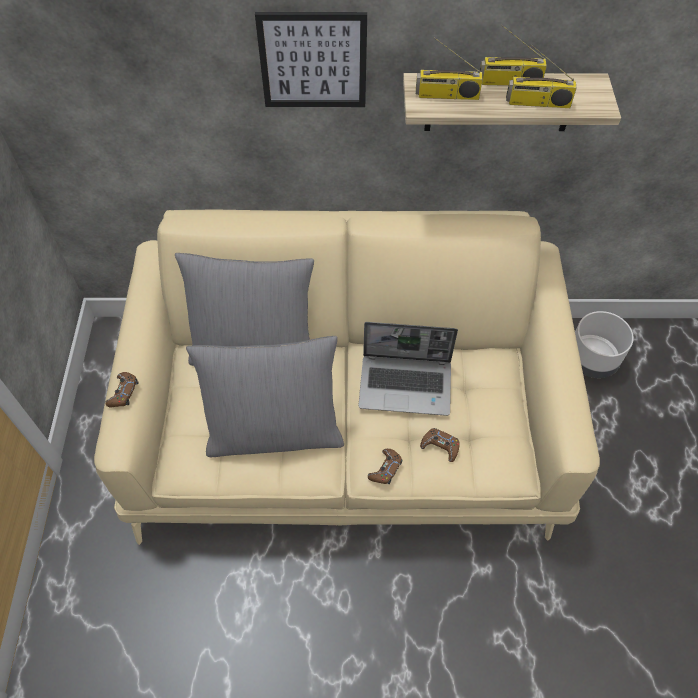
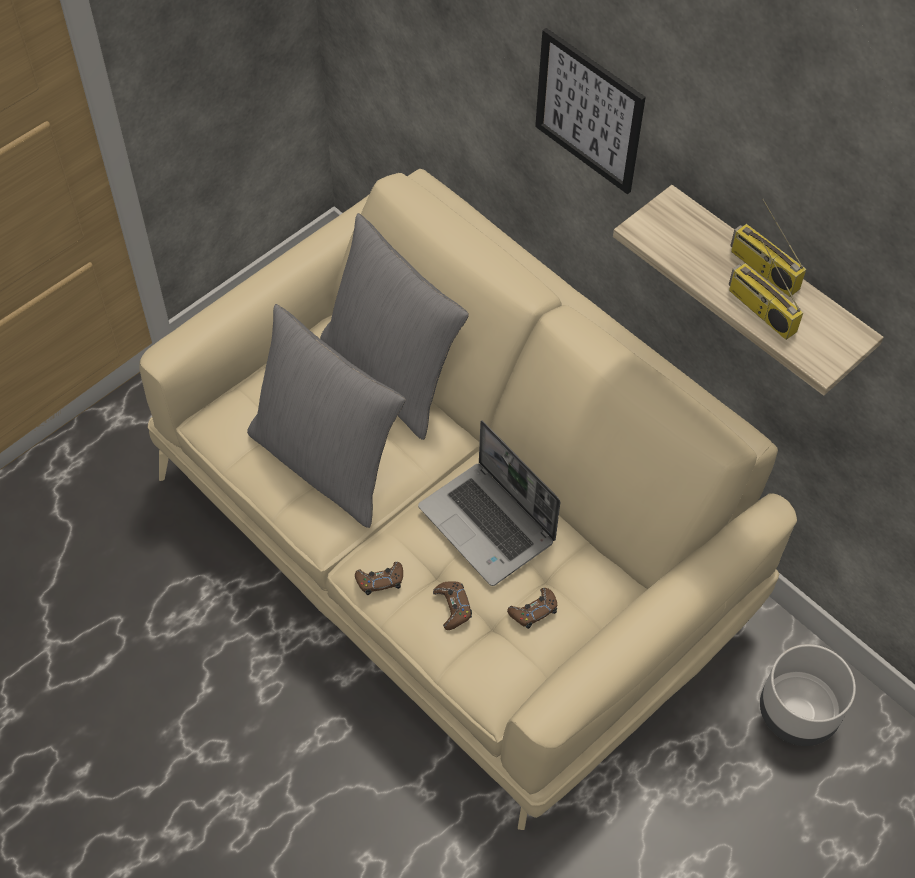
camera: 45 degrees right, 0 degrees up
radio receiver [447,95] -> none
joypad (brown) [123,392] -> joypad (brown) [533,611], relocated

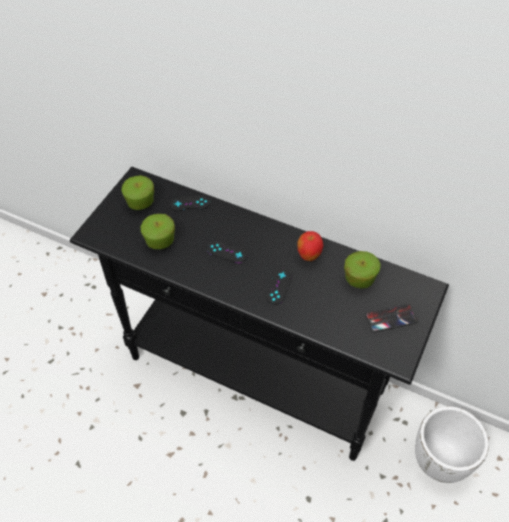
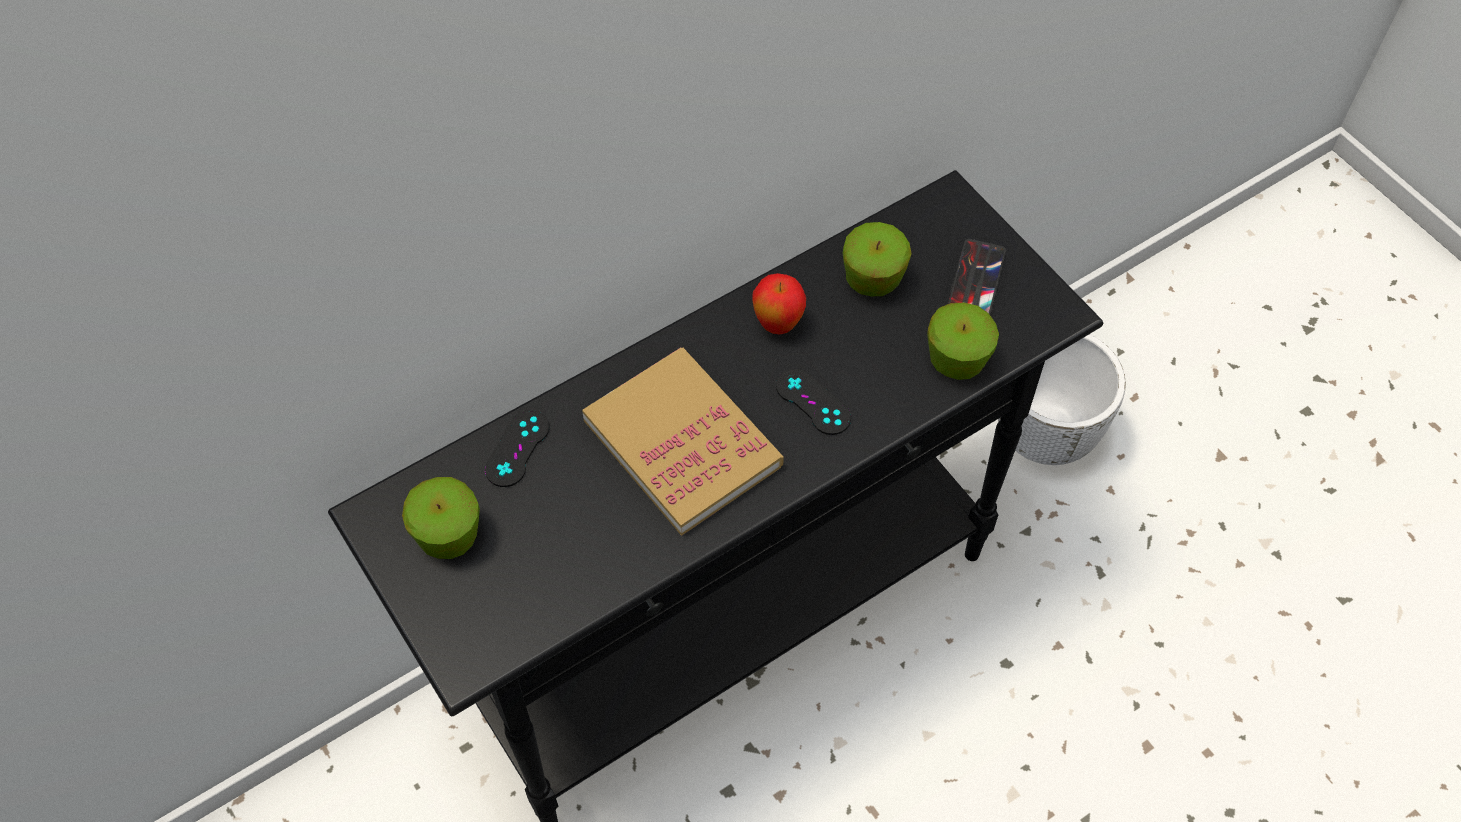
camera: 60 degrees left, 5 degrees up
apple [160,241] -> apple [957,359], relocated
joypad (black-coloured) [227,252] -> book [682,443]

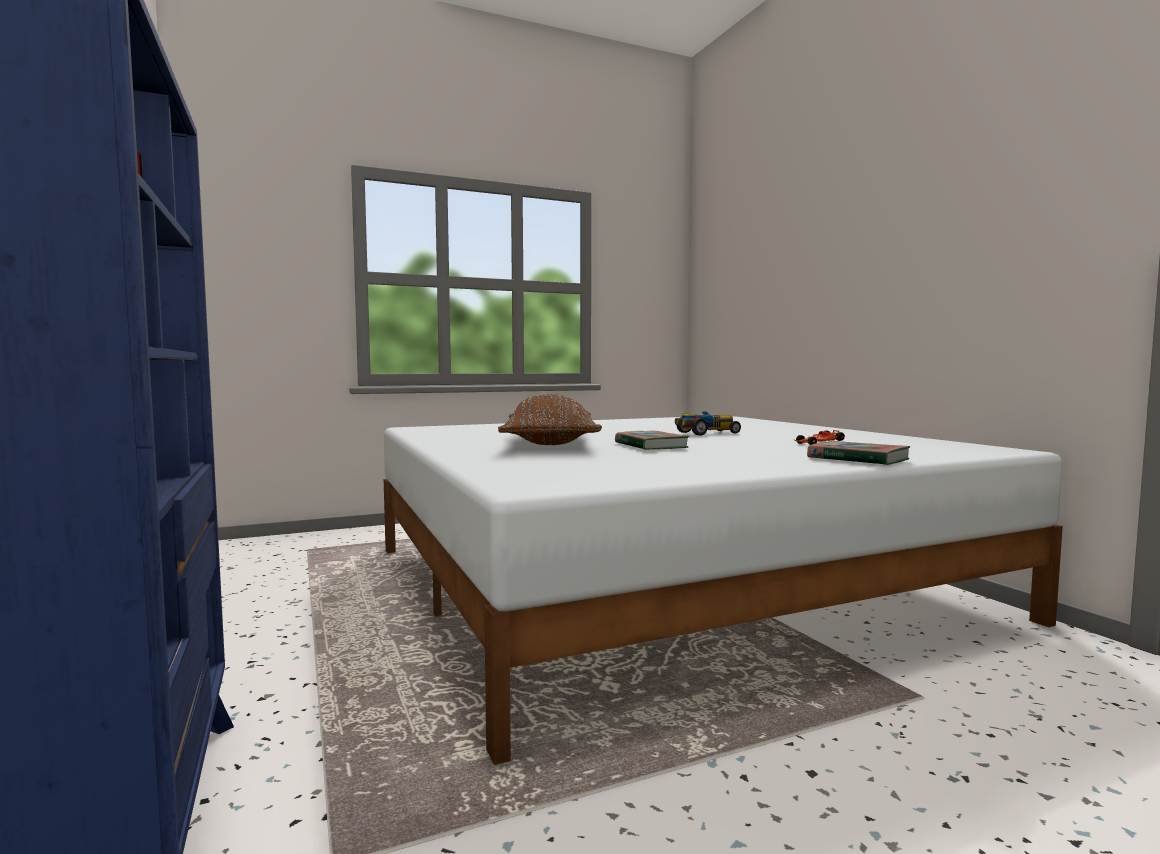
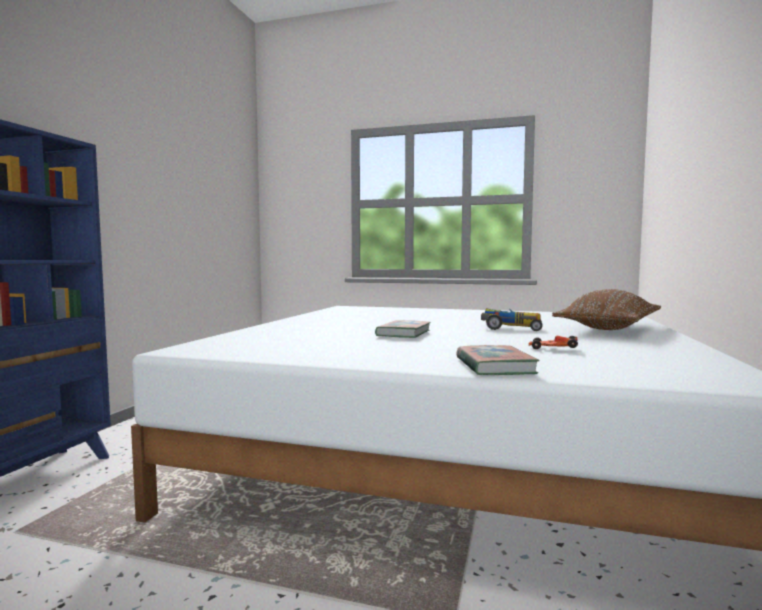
camera: 40 degrees right, 0 degrees up
cushion (brown) [550,443] -> cushion (brown) [608,328], relocated

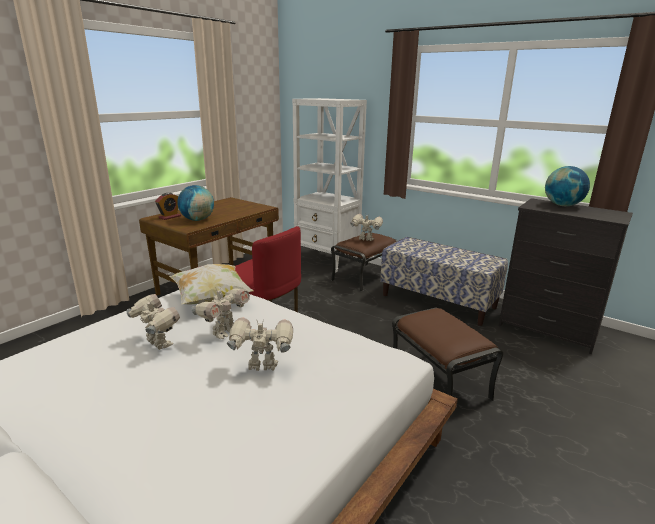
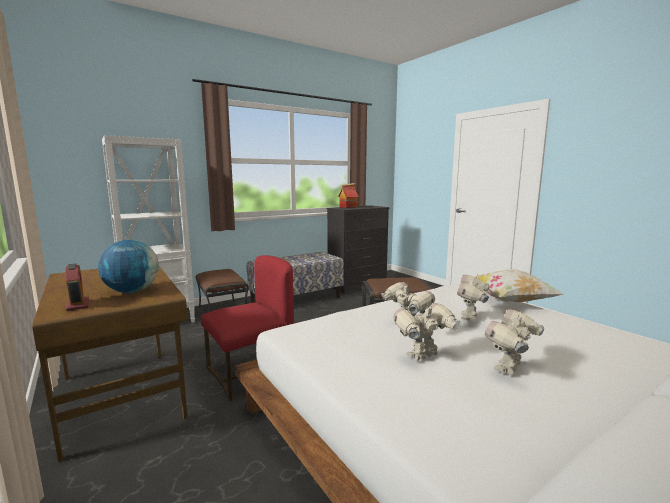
camera: 70 degrees left, 10 degrees down
cushion [211,299] -> cushion [511,301], relocated
model robot [366,240] -> model robot [510,368], relocated
globe [562,205] -> miniature house [348,207]

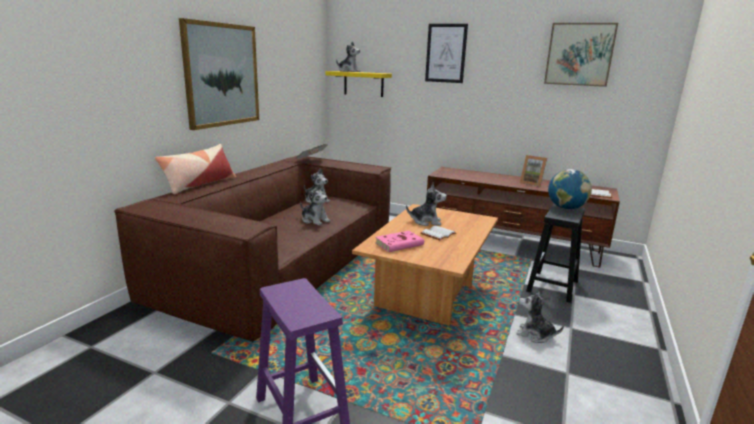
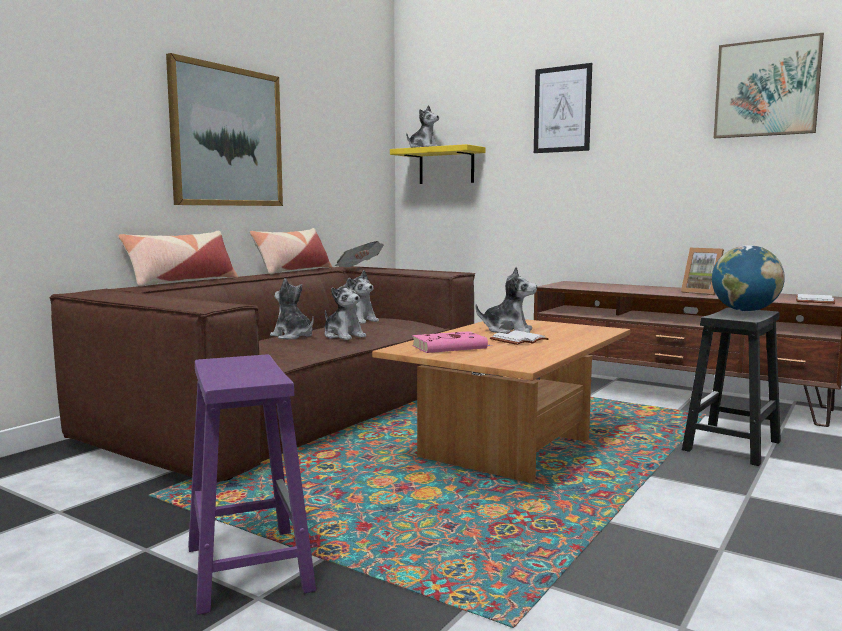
camera: 10 degrees right, 10 degrees down
none -> cushion [293,271]
soft toy [535,335] -> soft toy [293,336], relocated

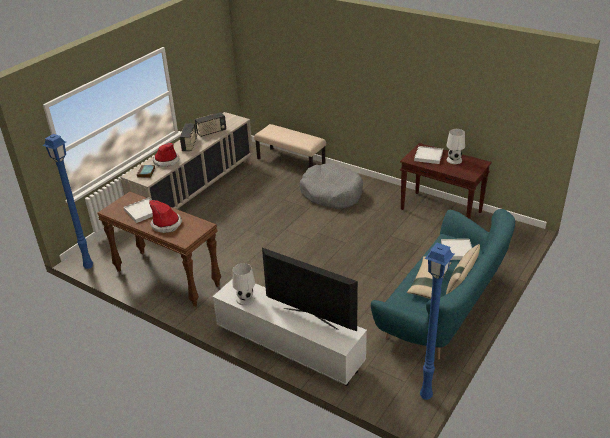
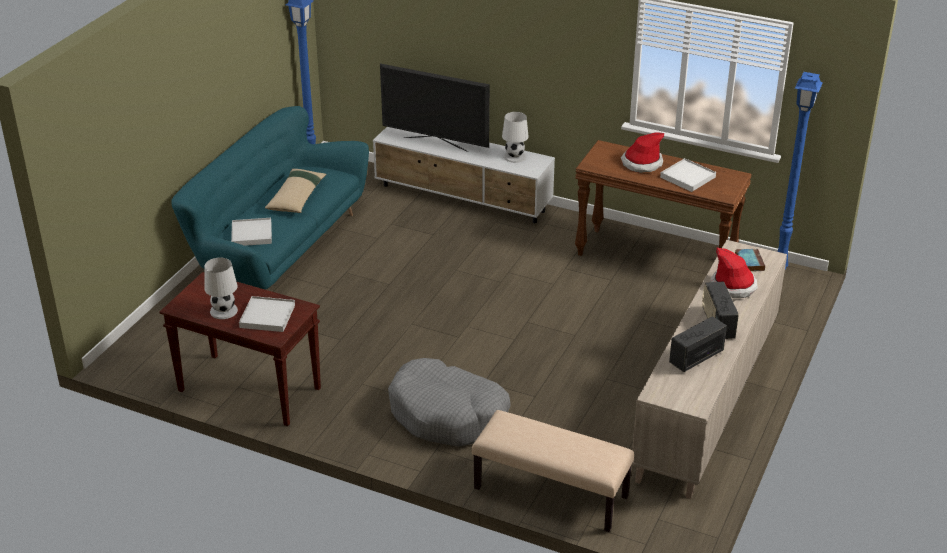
camera: 170 degrees right, 0 degrees up
cushion (beige) [461,281] -> none

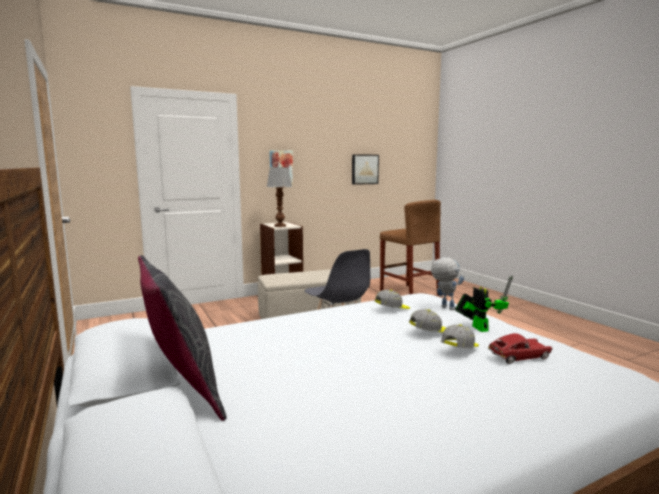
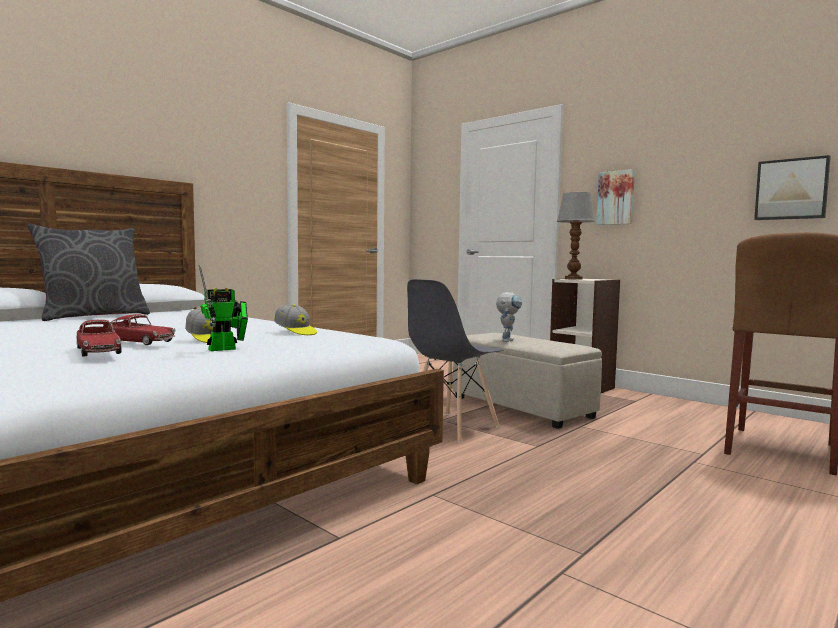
camera: 70 degrees right, 5 degrees down
model robot [444,307] -> model robot [507,340], relocated
peaked cap [460,349] -> toy car [139,341]

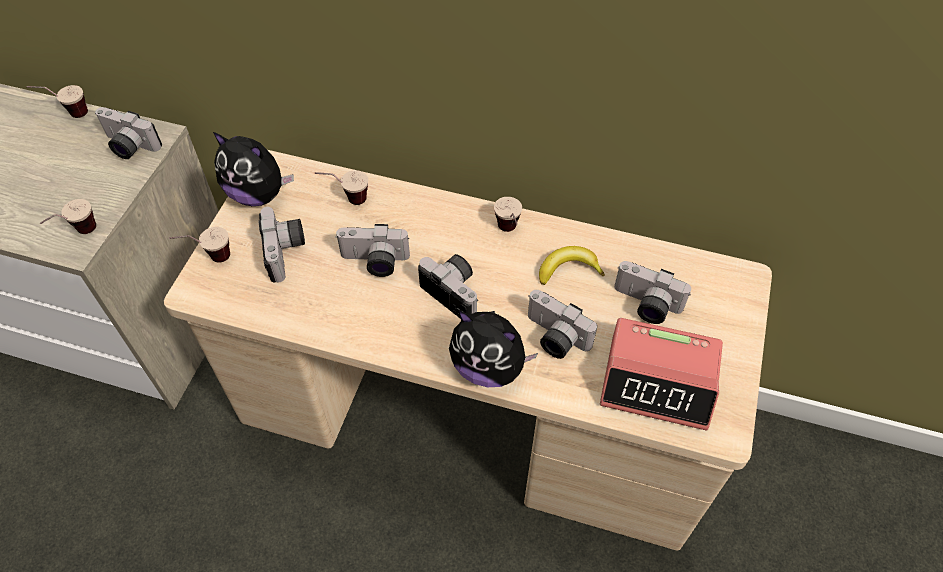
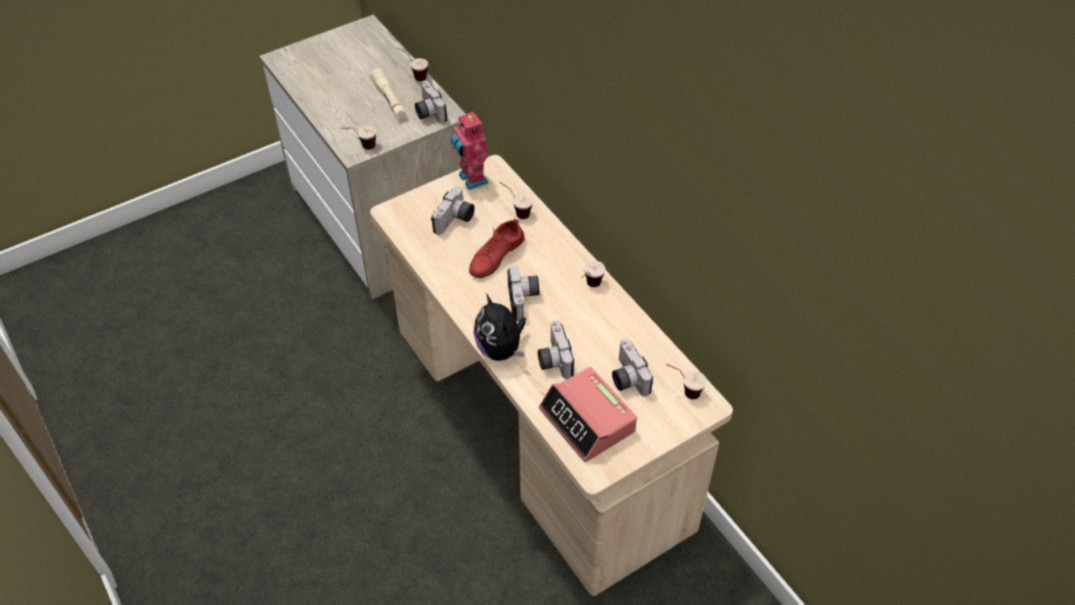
camera: 40 degrees right, 5 degrees down
banana fruit [568,269] -> none
none -> torch (beige) [389,99]
small cup [209,259] -> small cup [683,391], relocated
soft toy [258,194] -> model robot [471,179]
photo camera [374,263] -> shoe (red) [496,256]

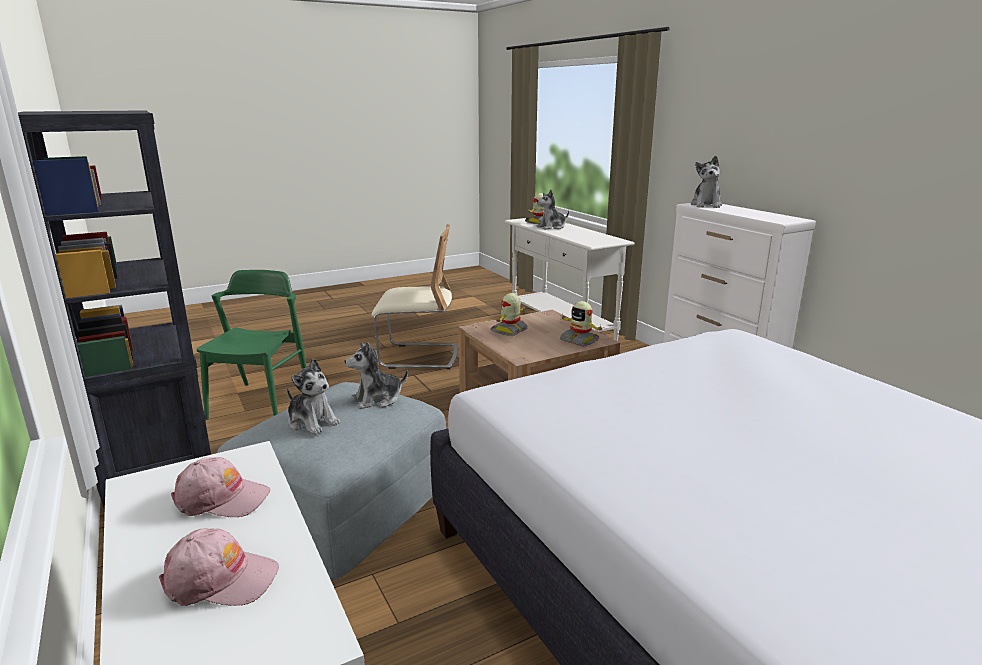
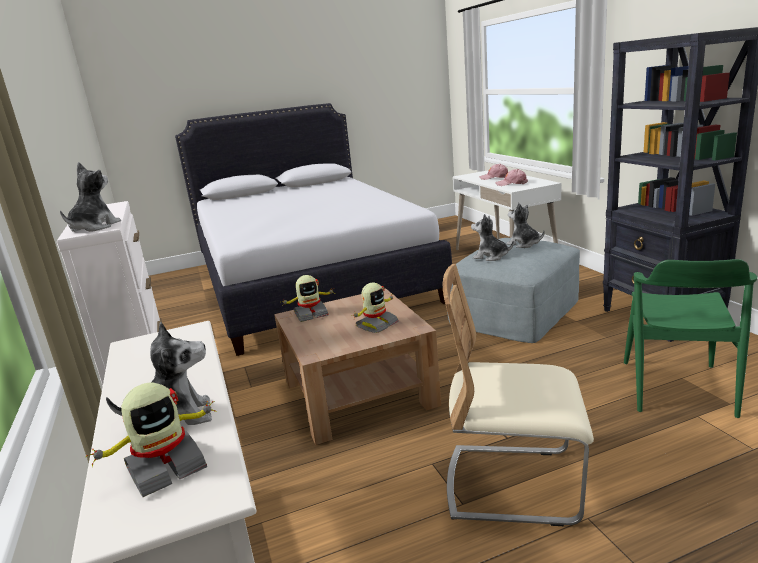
camera: 170 degrees left, 0 degrees up
soft toy [377,399] -> soft toy [490,257], 135 degrees counterclockwise
model robot [579,340] -> model robot [311,314], 105 degrees clockwise

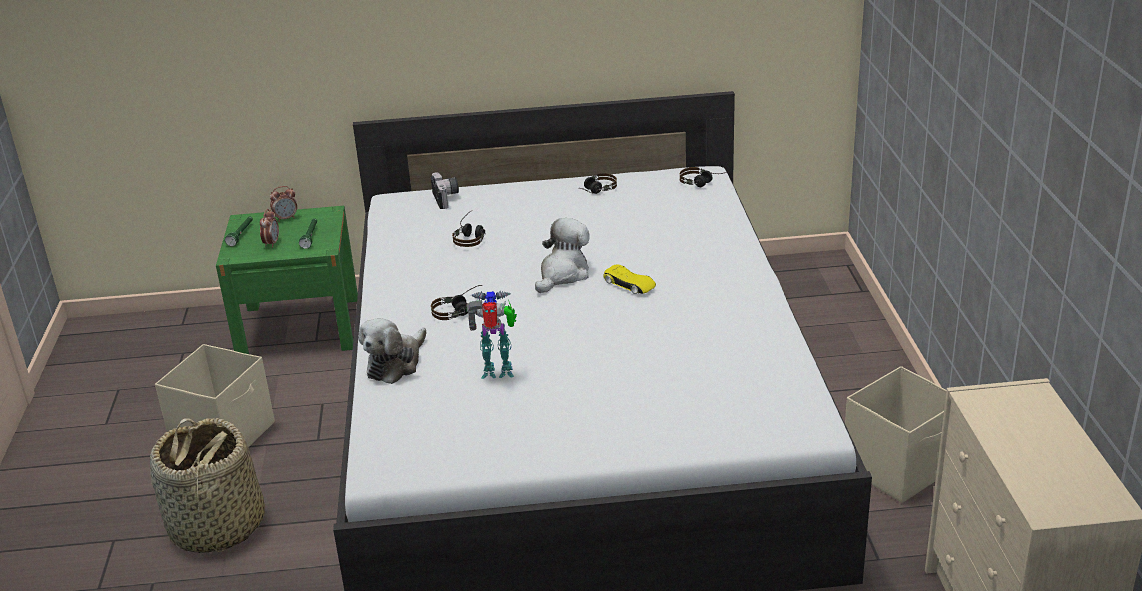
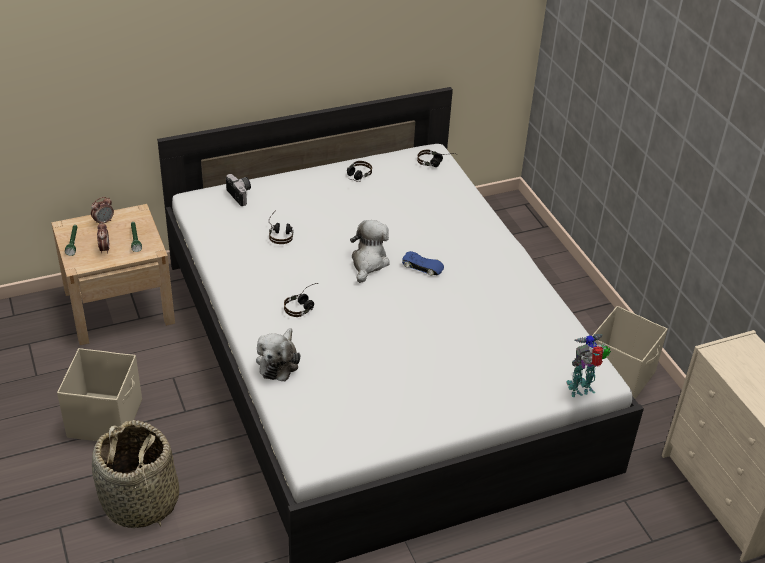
camera: 20 degrees left, 10 degrees up
model robot [499,372] -> model robot [582,389], relocated
night table (green) [299,327] -> night table (beige) [119,306]
toy car (yellow-coloured) [629,284] -> toy car (blue-coloured) [422,267]

